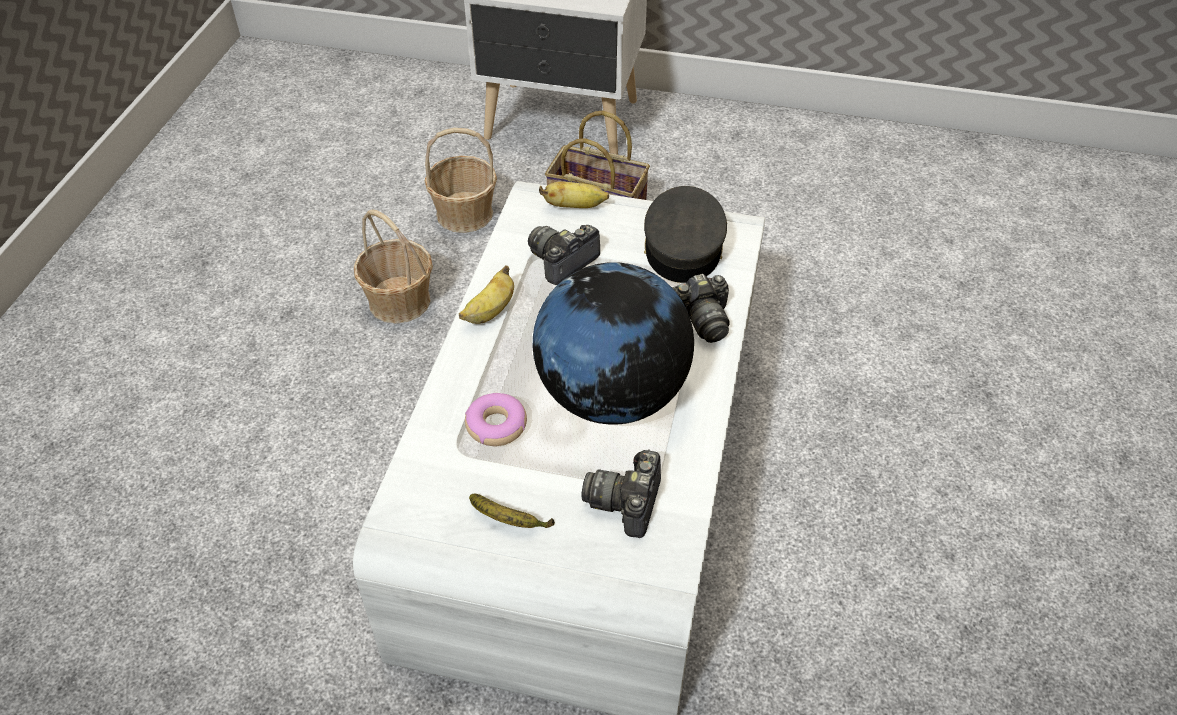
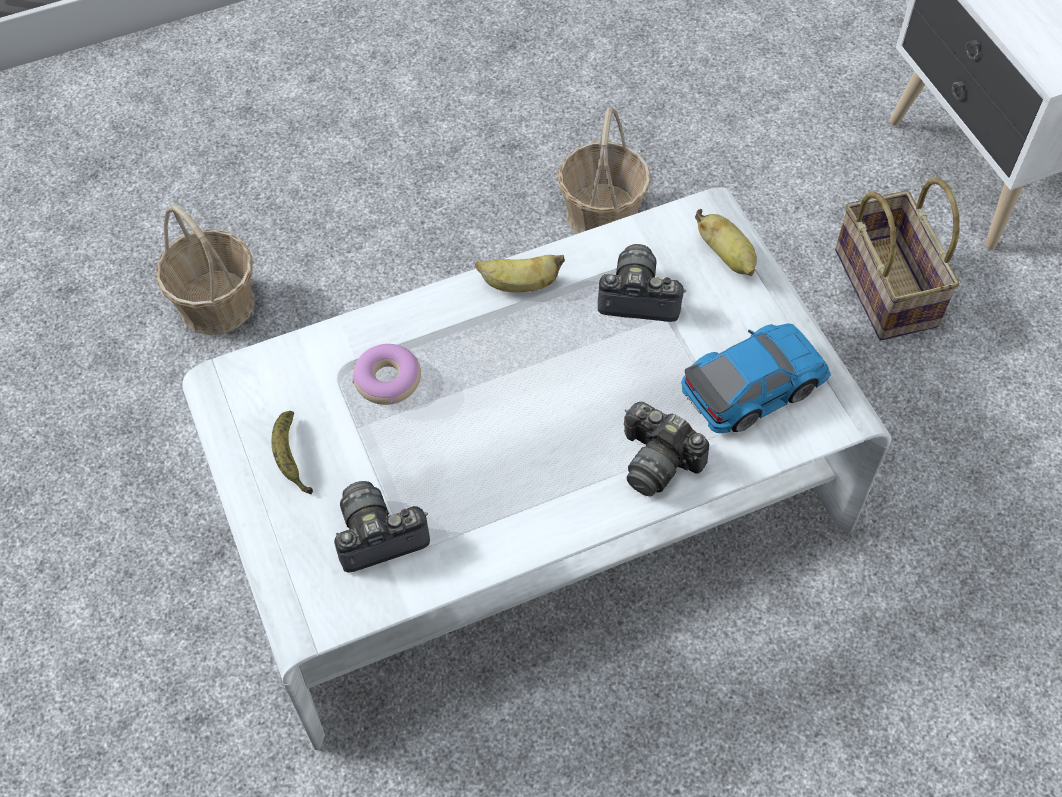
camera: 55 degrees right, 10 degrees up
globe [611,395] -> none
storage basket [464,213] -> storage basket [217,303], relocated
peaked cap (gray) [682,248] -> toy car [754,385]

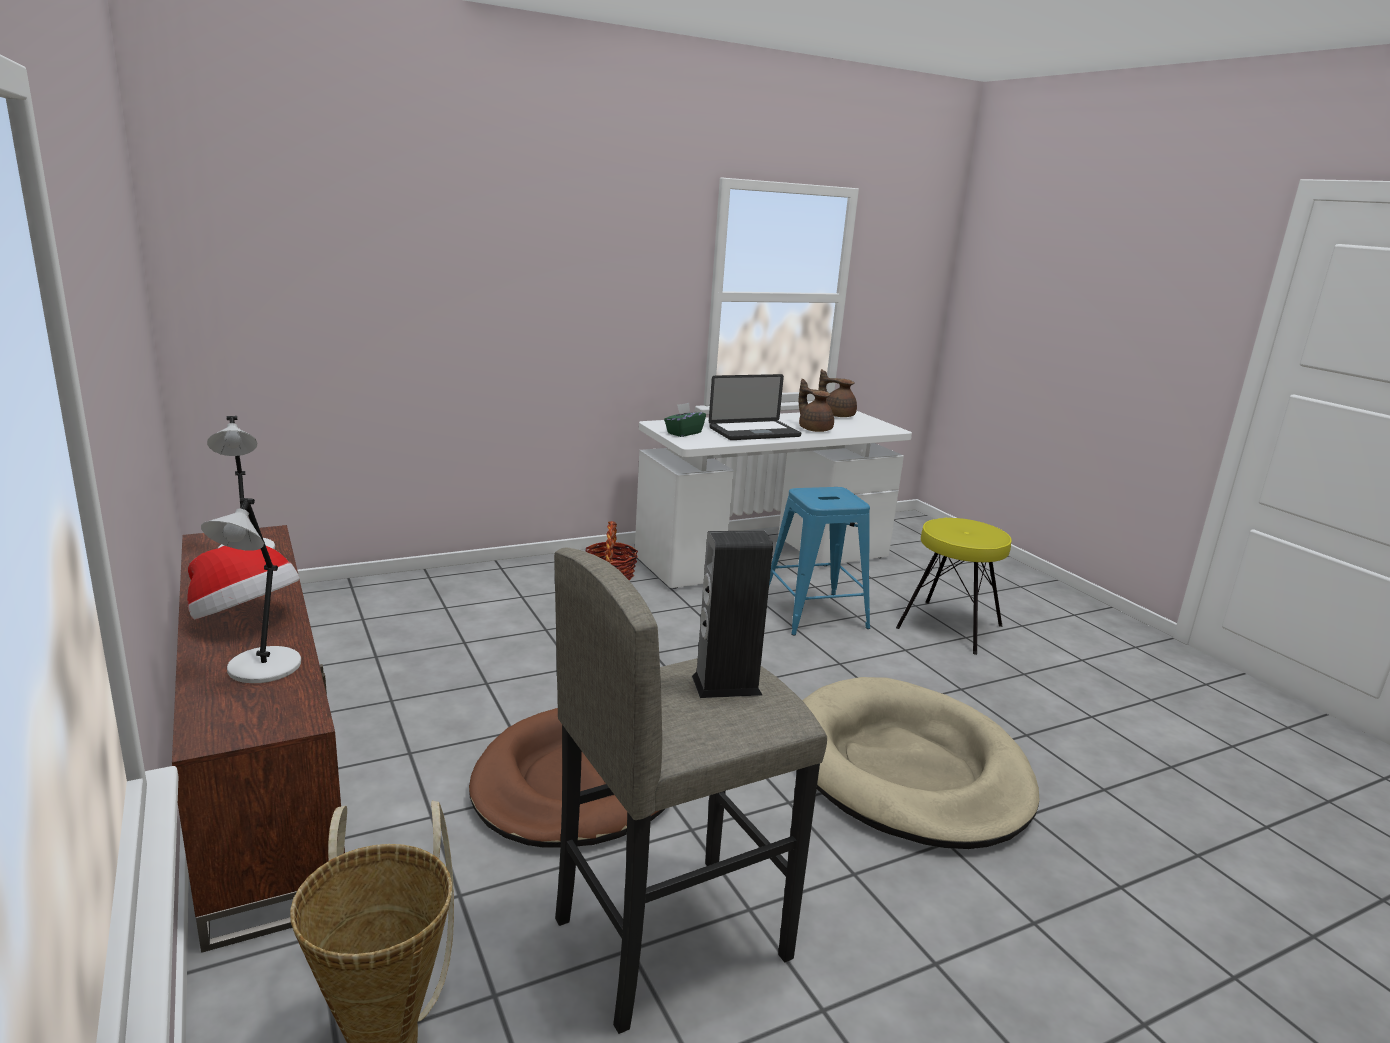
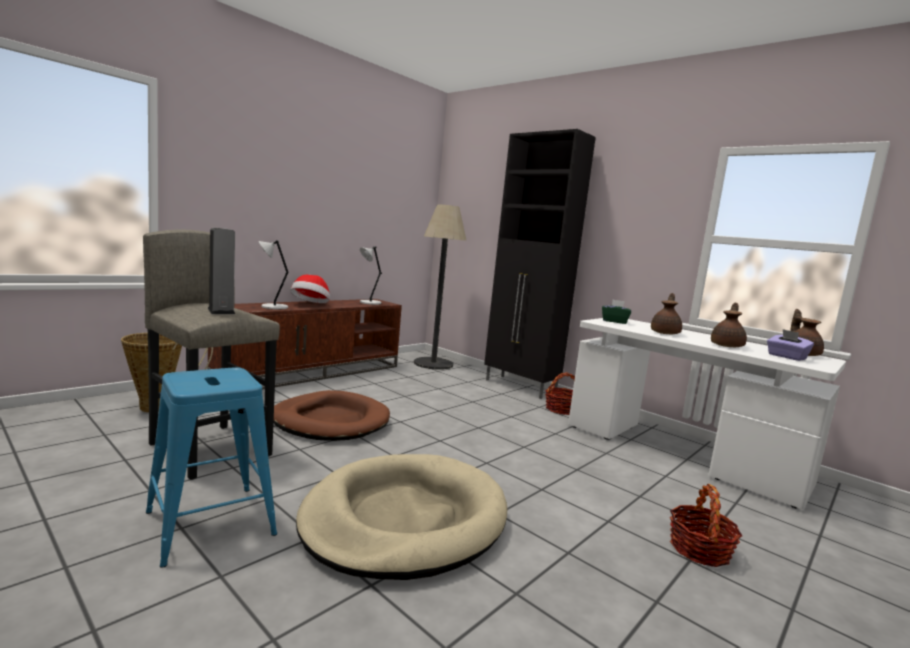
camera: 70 degrees right, 10 degrees down
none -> floor lamp [433,364]
none -> cupboard (black-coloured) [520,387]
none -> tissue box (purplish) [786,357]
sitting stool (blue-coloured) [814,613] -> sitting stool (blue-coloured) [211,523], relocated
laptop [754,432] -> teapot (brown) [665,333]
sitting stool (yellow-coloured) [950,626] -> storage basket [699,550]

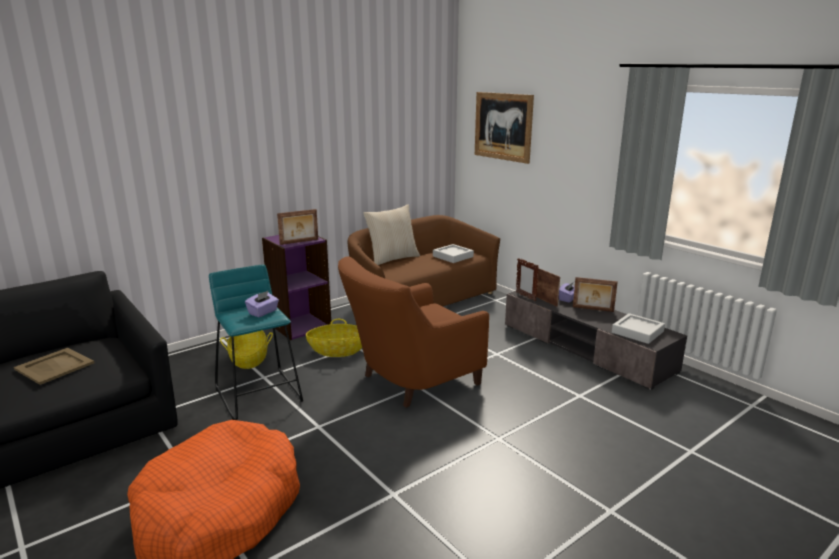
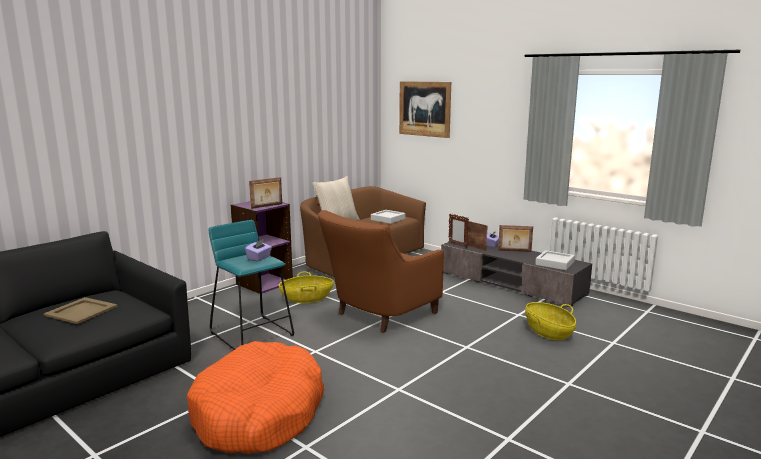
camera: 10 degrees left, 5 degrees down
storage basket [249,359] -> storage basket [548,332], relocated

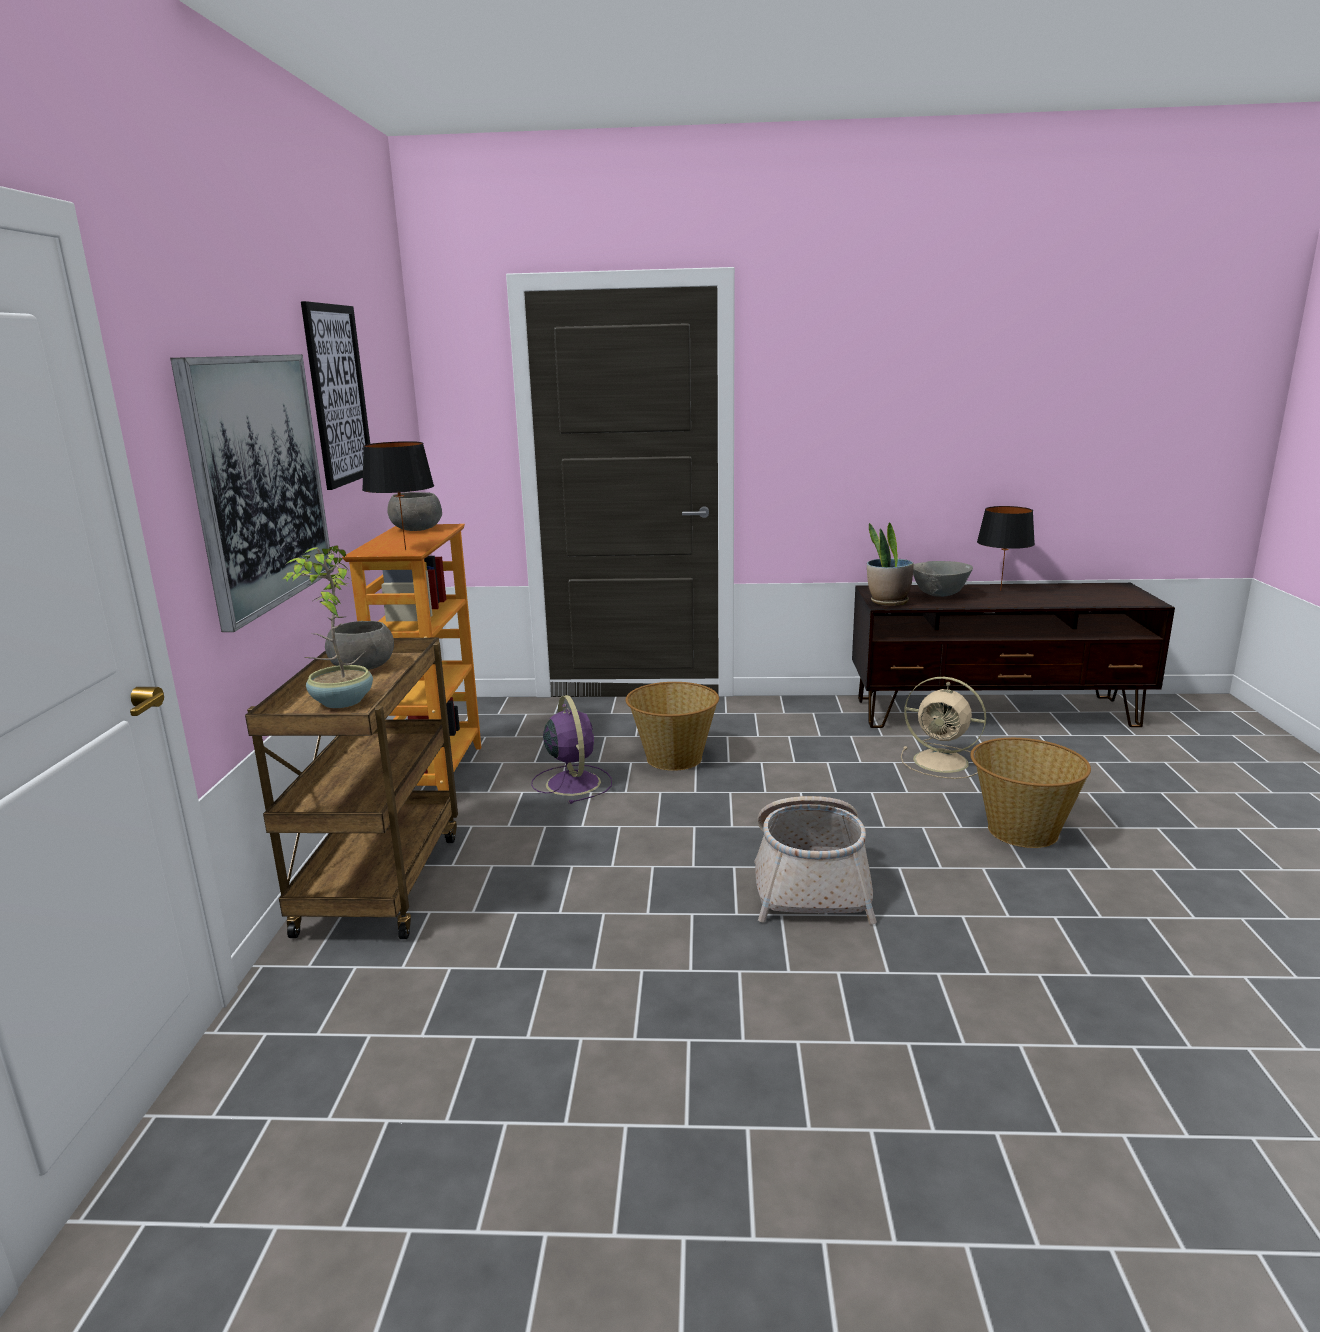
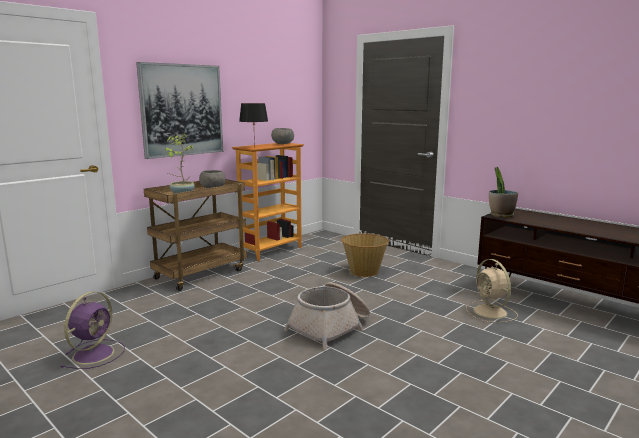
camera: 40 degrees right, 5 degrees down
wall art [338,395] -> none
bowl (gray) [939,595] -> none
storage basket [1021,830] -> none
tabletop lamp (black-coloured) [1001,591] -> none
electric fan (purplish) [572,782] -> electric fan (purplish) [95,353], relocated

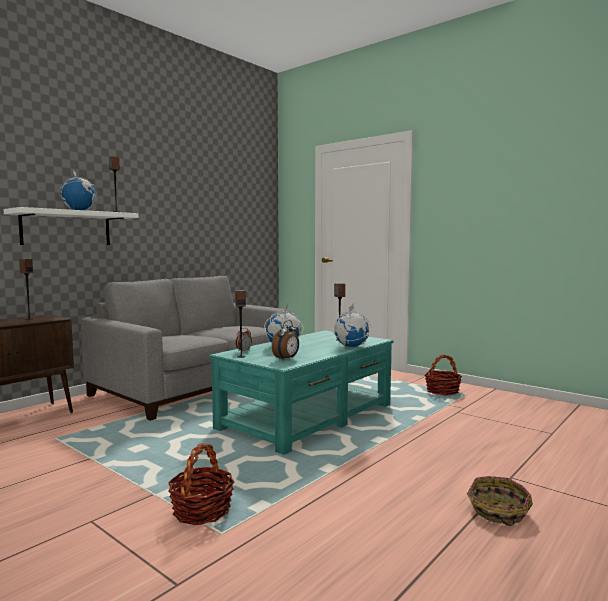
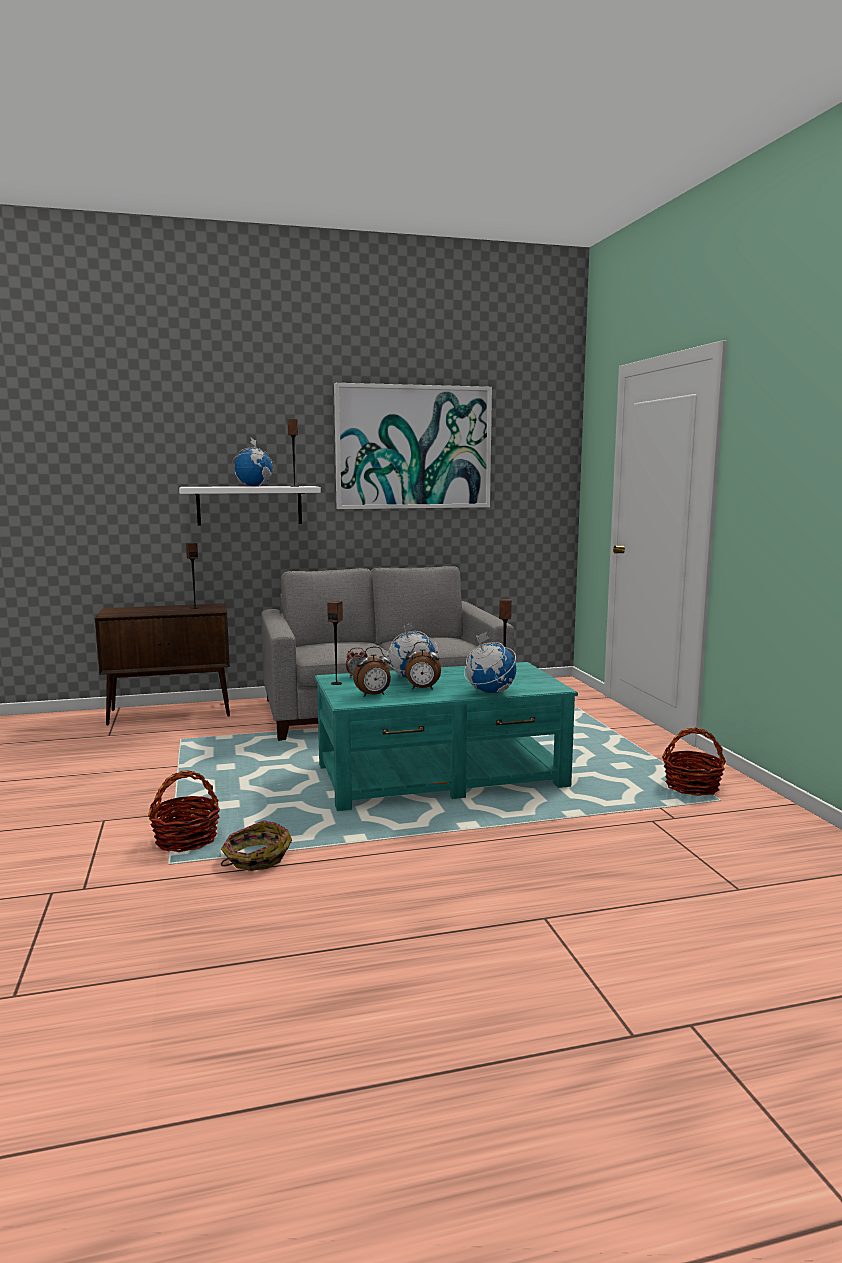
camera: 35 degrees right, 5 degrees up
none -> wall art [413,447]
none -> bedside clock [422,689]
storage basket [498,512] -> storage basket [255,858], relocated

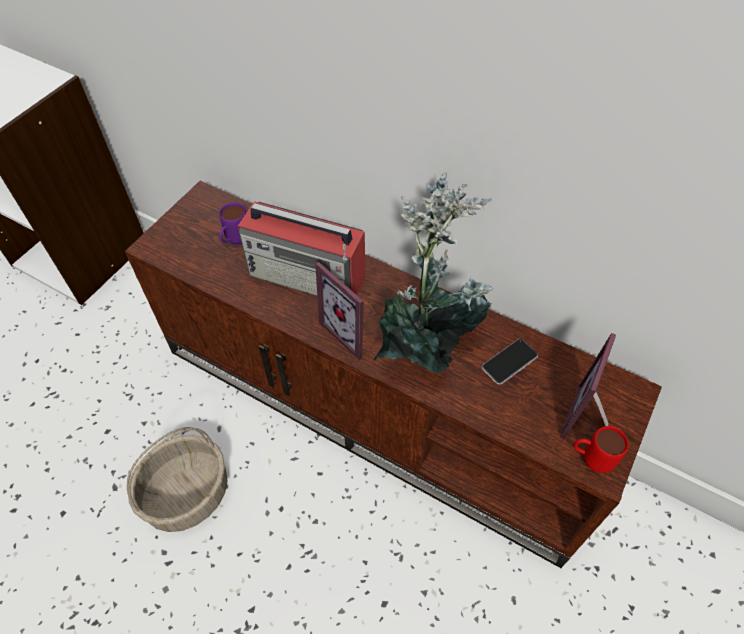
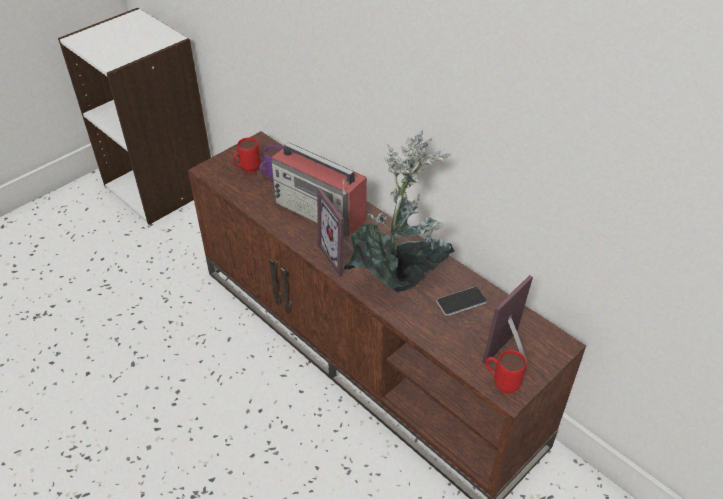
camera: 15 degrees right, 10 degrees down
storage basket [188,493] -> none
none -> mug (red) [247,170]

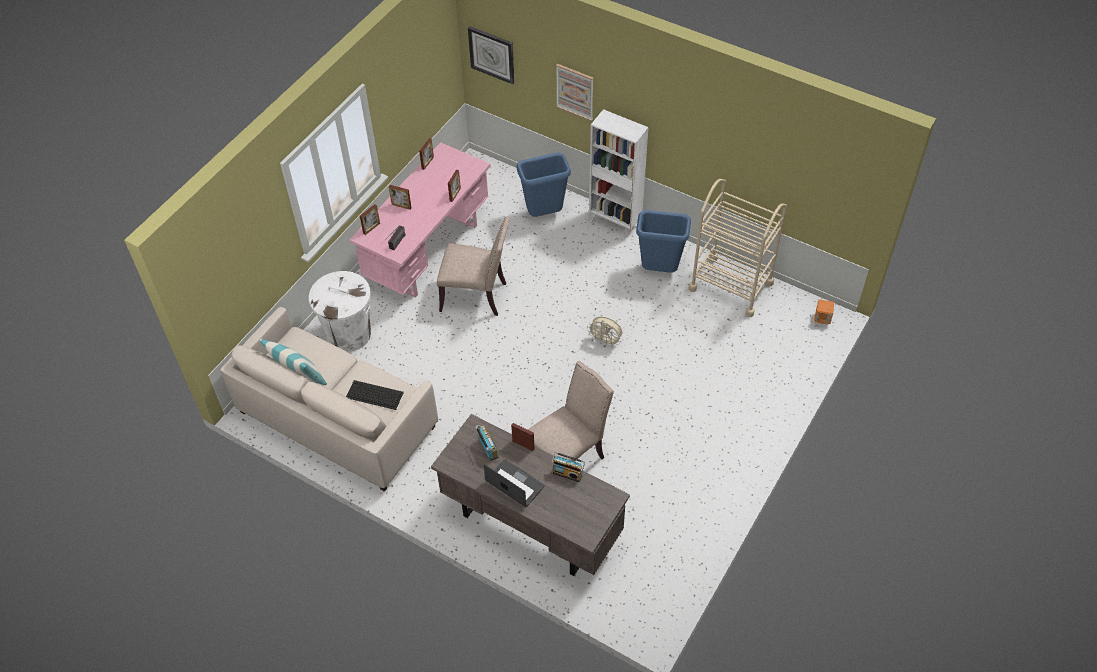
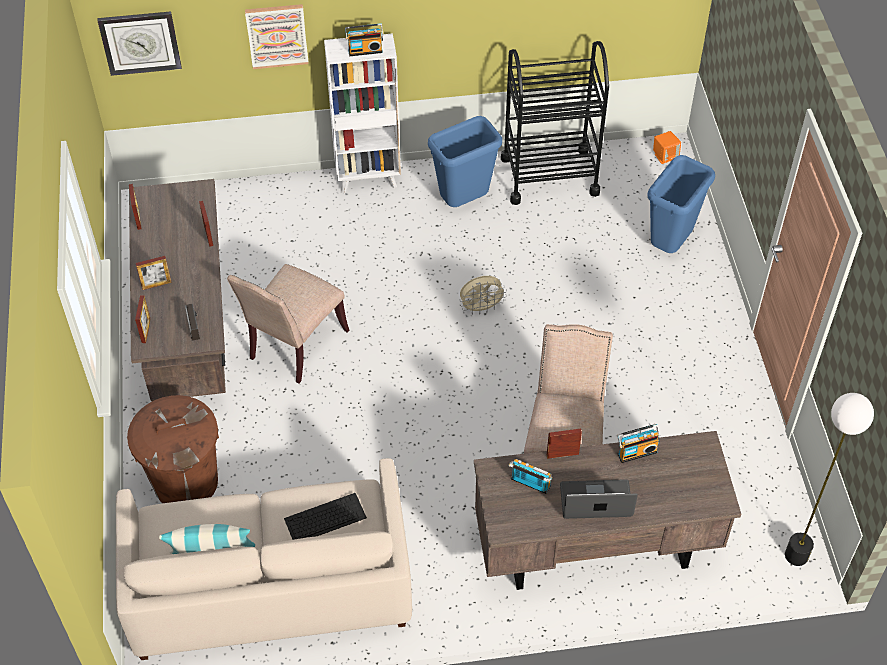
camera: 40 degrees left, 0 degrees up
none -> radio receiver [365,50]
none -> floor lamp [796,556]
rubbish bin (blue-coloured) [544,214] -> rubbish bin (blue-coloured) [669,244], relocated
rubbish bin (white) [348,334] -> rubbish bin (brown) [185,482]
desk (pinkish) [428,251] -> desk (brown) [189,332]
trolley (beige) [731,286] -> trolley (black-coloured) [549,175]
upright chair (beige) [476,296] -> upright chair (beige) [294,346], 150 degrees clockwise

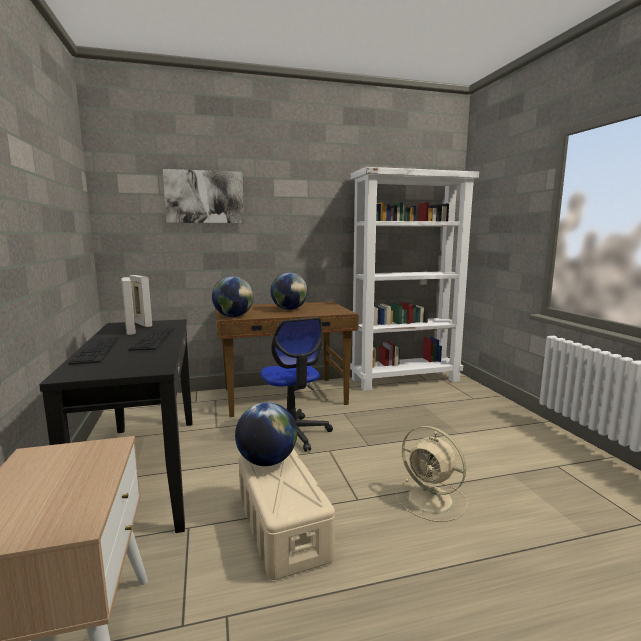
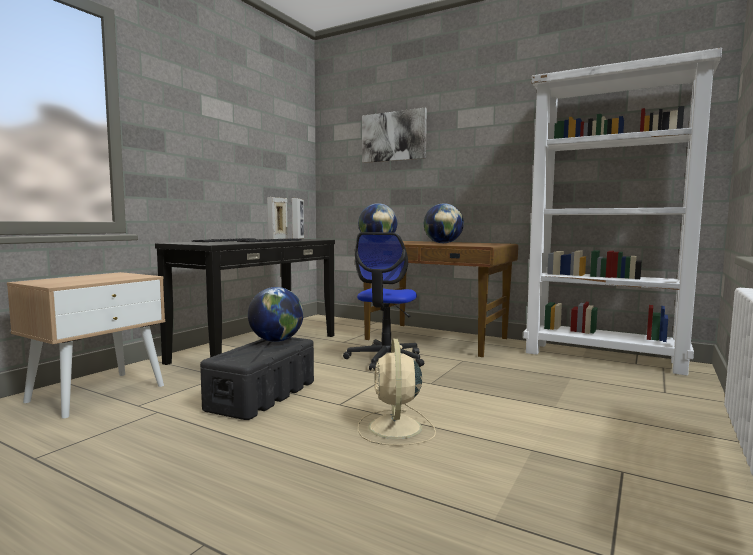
camera: 45 degrees right, 5 degrees down
storage box (beige) [282,526] -> storage box (black-coloured) [263,395]

